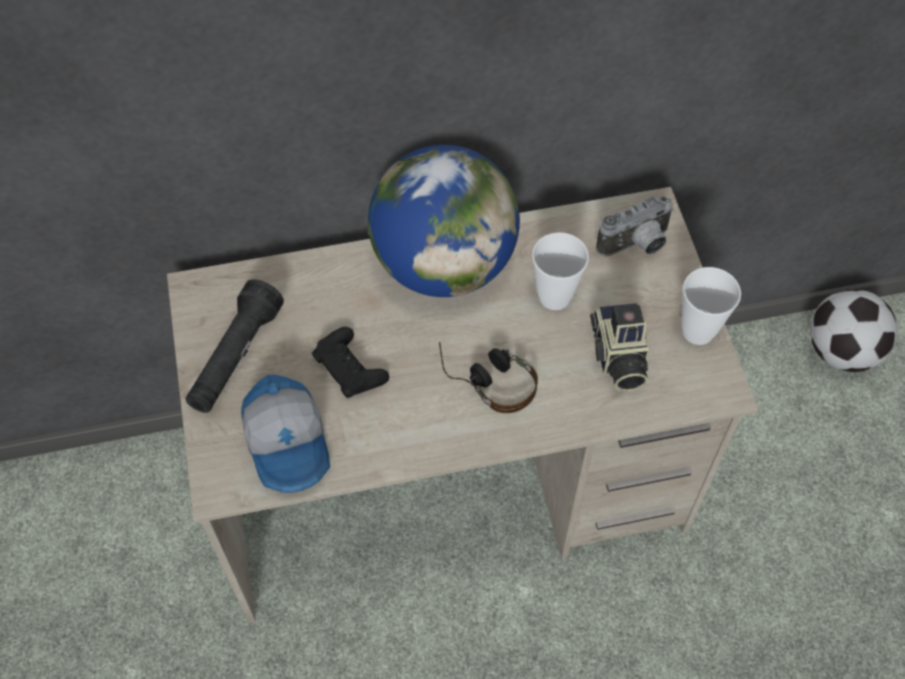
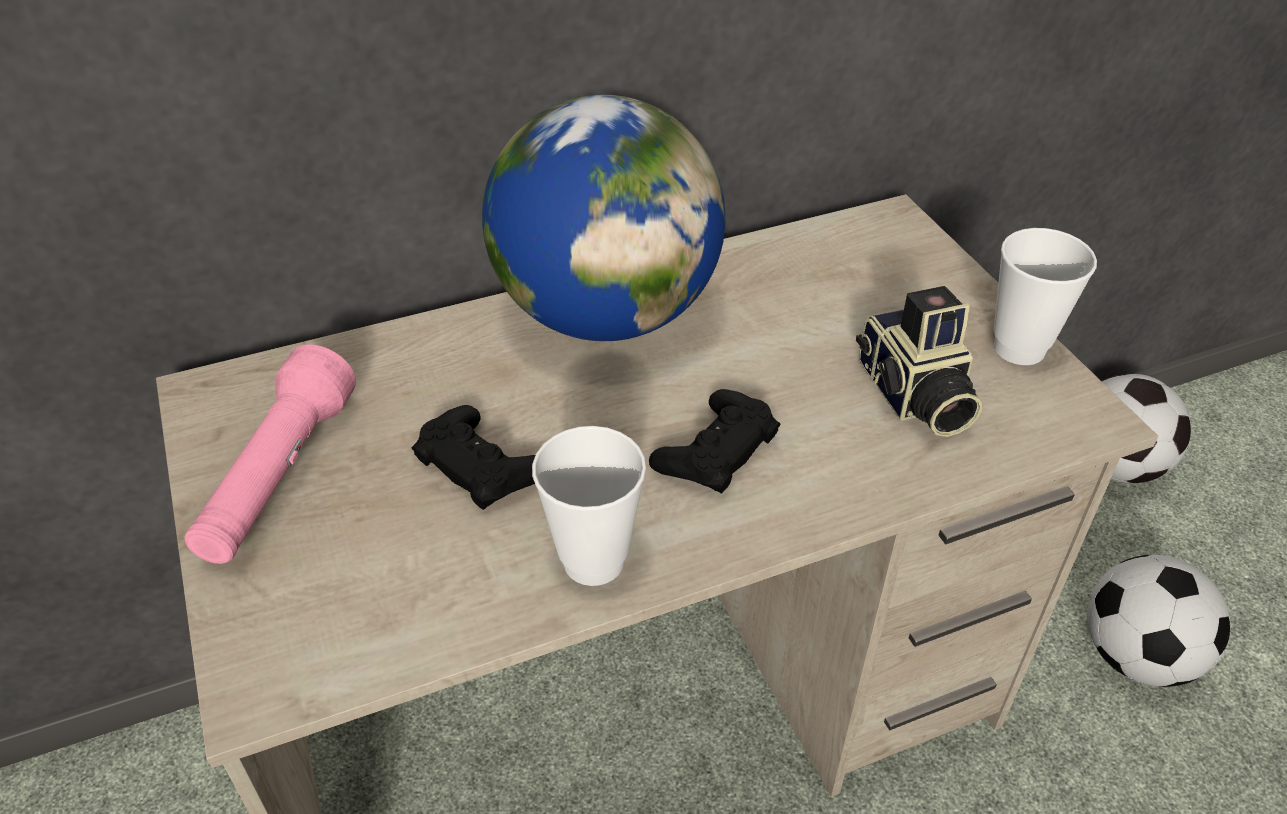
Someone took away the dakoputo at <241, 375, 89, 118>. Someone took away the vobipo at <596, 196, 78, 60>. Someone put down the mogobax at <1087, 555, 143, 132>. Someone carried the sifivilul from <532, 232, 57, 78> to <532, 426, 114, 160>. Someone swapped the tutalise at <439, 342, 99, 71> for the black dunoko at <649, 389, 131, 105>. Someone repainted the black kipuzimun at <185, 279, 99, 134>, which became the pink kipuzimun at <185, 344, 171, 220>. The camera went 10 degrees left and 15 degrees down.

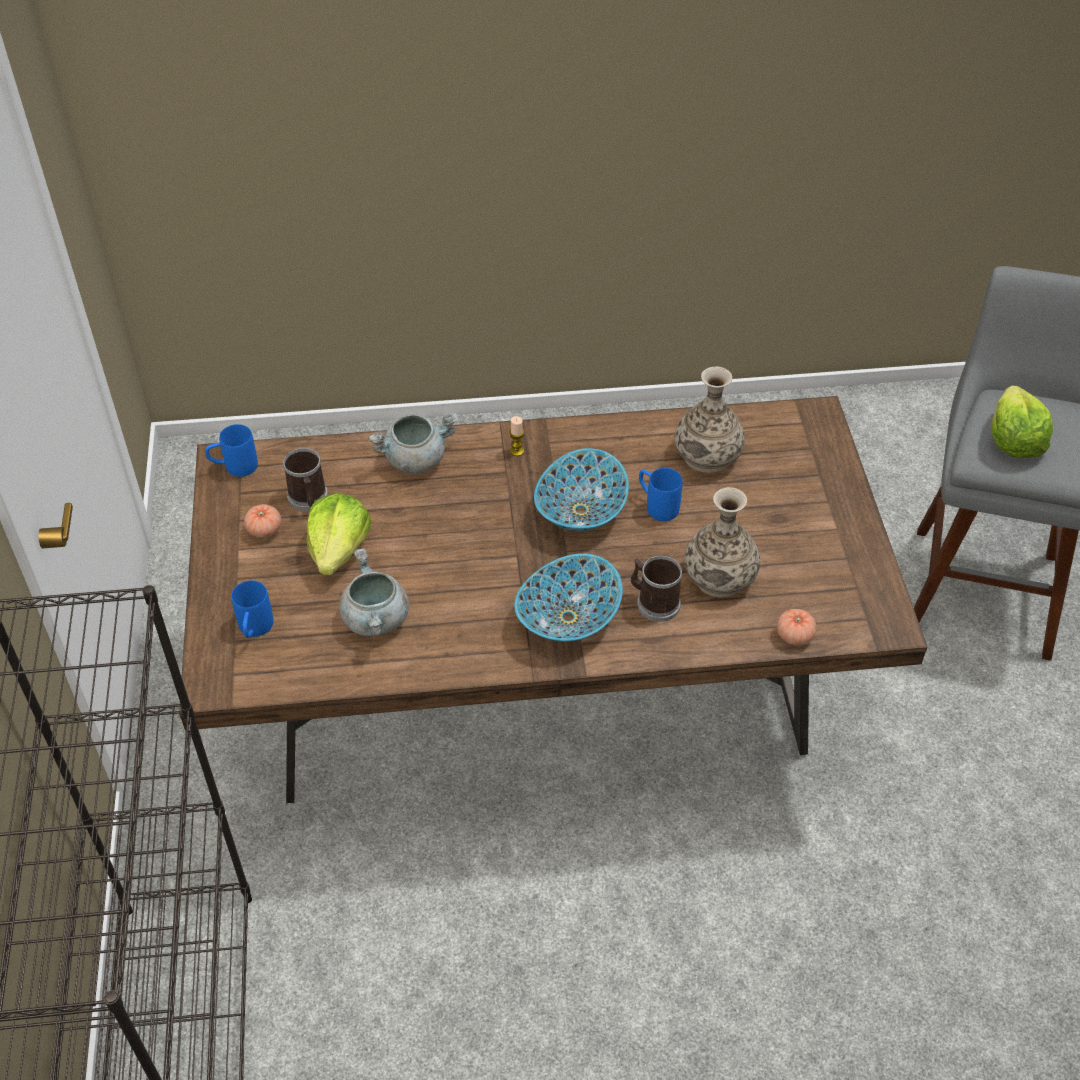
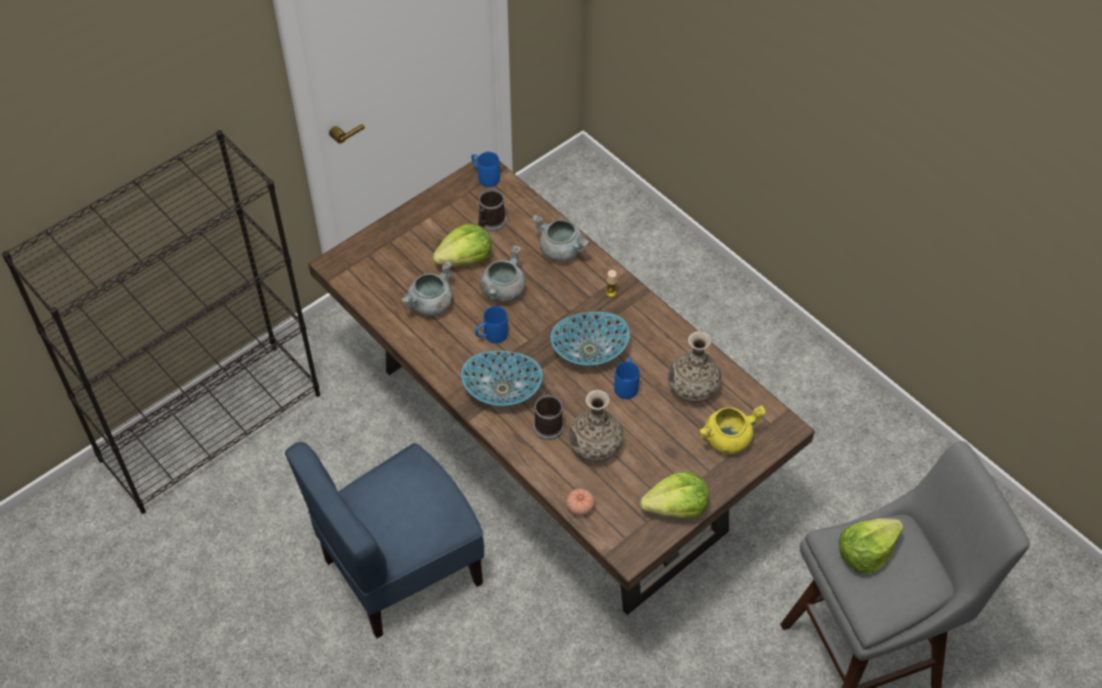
Someone took away the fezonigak at <244, 504, 38, 34>. Someone put down the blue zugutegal at <285, 442, 199, 196>. Someone put down the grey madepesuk at <480, 245, 45, 58>. Someone put down the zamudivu at <640, 471, 69, 47>. Someone put down the yellow madepesuk at <699, 405, 67, 49>. Someone carried the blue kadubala from <231, 580, 42, 58> to <475, 306, 33, 37>. The camera went 55 degrees right and 5 degrees up.

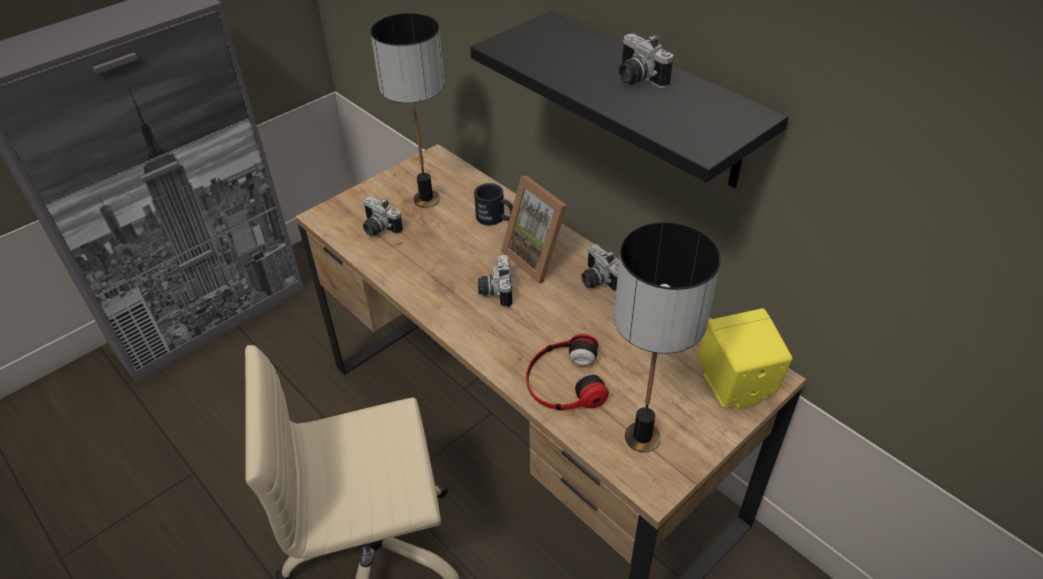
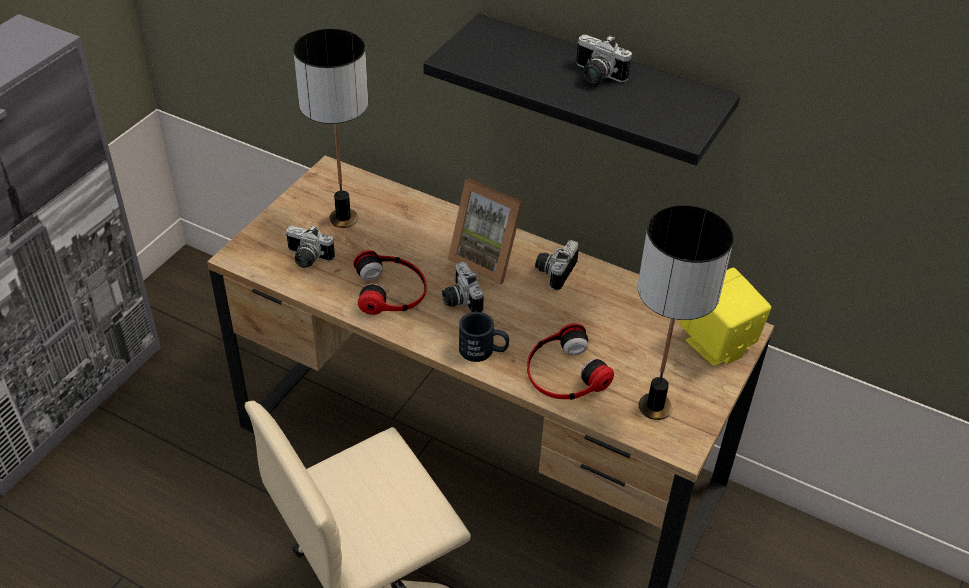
Someone put down the tutalise at <353, 250, 74, 65>. Someone carried the black kadubala from <474, 183, 39, 42> to <459, 312, 50, 50>. Someone rotated the vobipo at <581, 244, 38, 48> by 75 degrees clockwise. The camera went 20 degrees left and 0 degrees up.

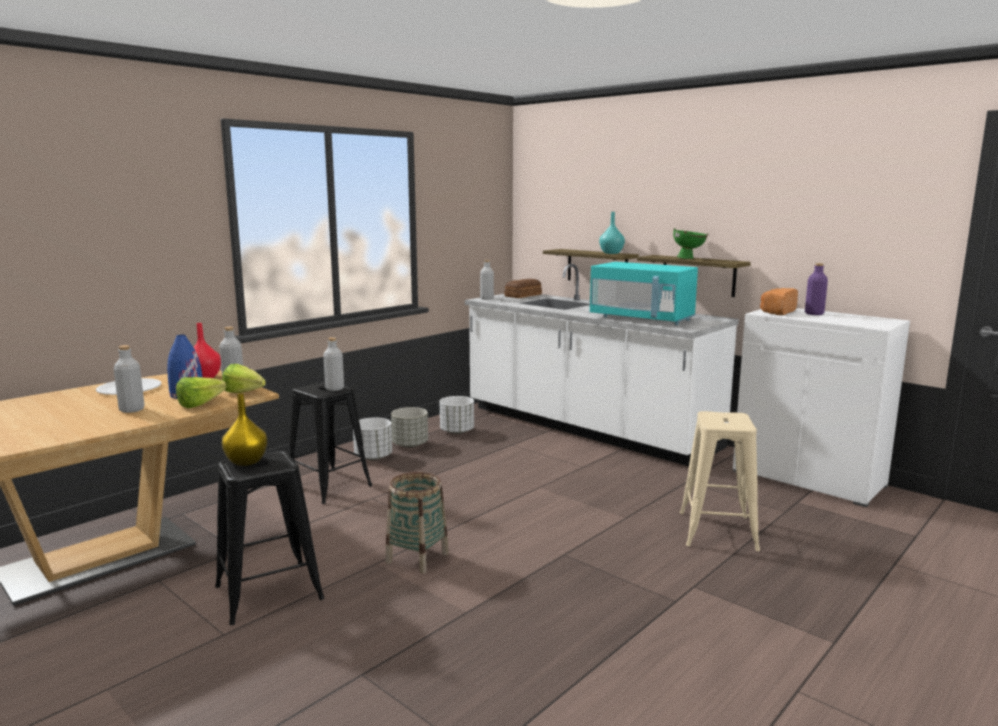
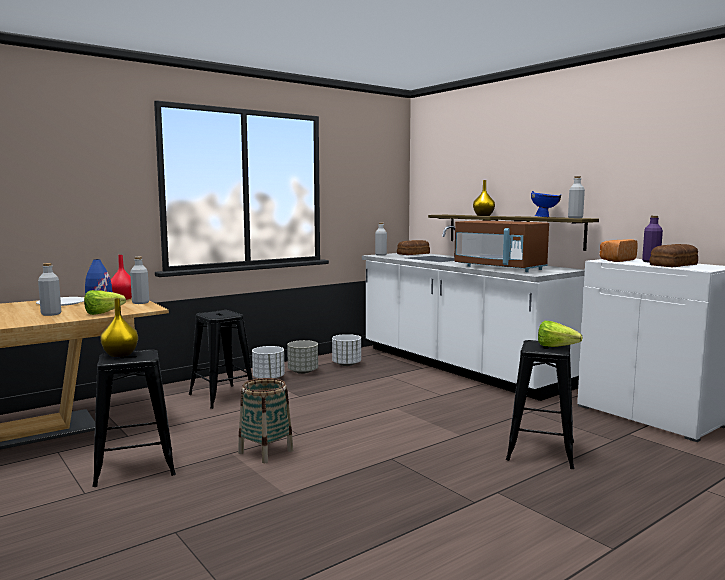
Someone put down the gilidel at <649, 244, 49, 23>. Someone carried the zamudivu from <222, 364, 44, 29> to <538, 321, 44, 26>. Someone carried the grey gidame from <323, 337, 21, 54> to <568, 176, 17, 42>. Someone repainted the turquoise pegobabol at <590, 262, 108, 63>, which became the brown pegobabol at <454, 220, 95, 52>. Someone repainted the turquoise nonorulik at <599, 212, 26, 42>, which became the yellow nonorulik at <473, 180, 22, 36>. Someone repainted the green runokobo at <673, 228, 35, 31>, which became the blue runokobo at <531, 191, 30, 26>. Someone repainted the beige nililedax at <680, 411, 80, 140>, which became the black nililedax at <506, 340, 68, 129>. The camera went 10 degrees right and 5 degrees down.

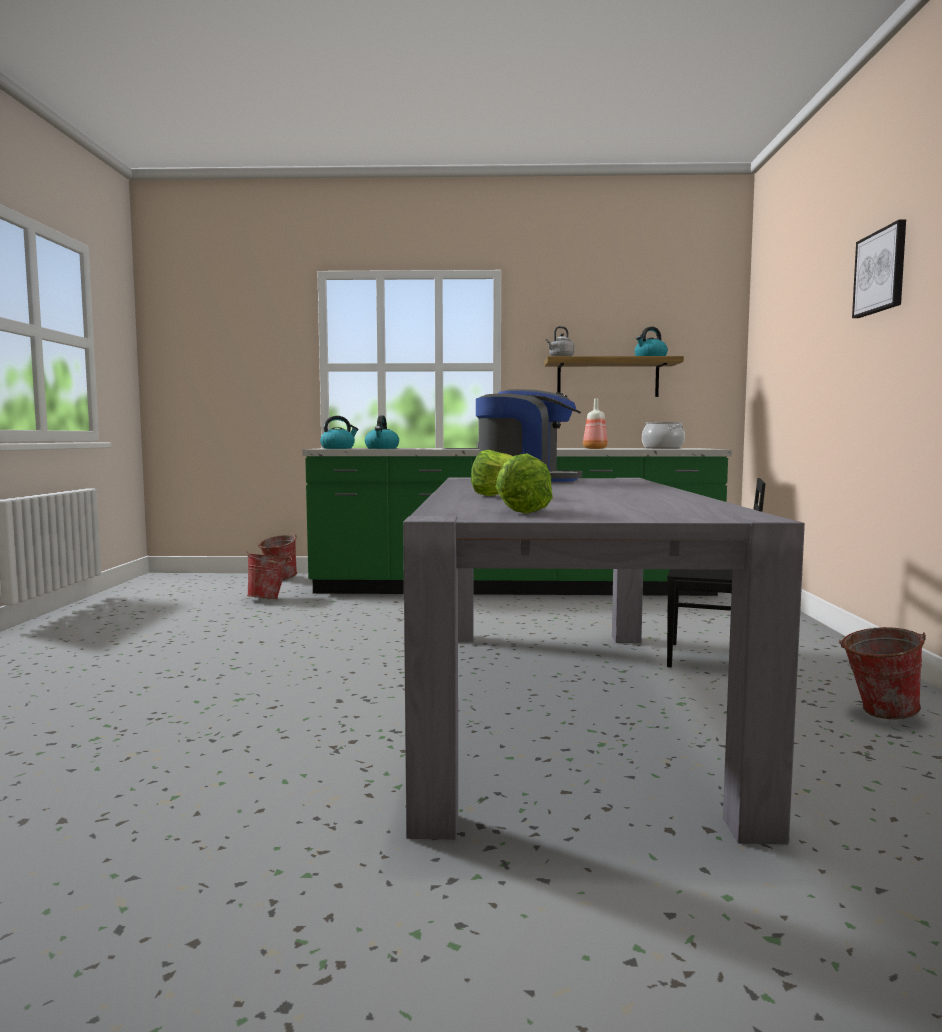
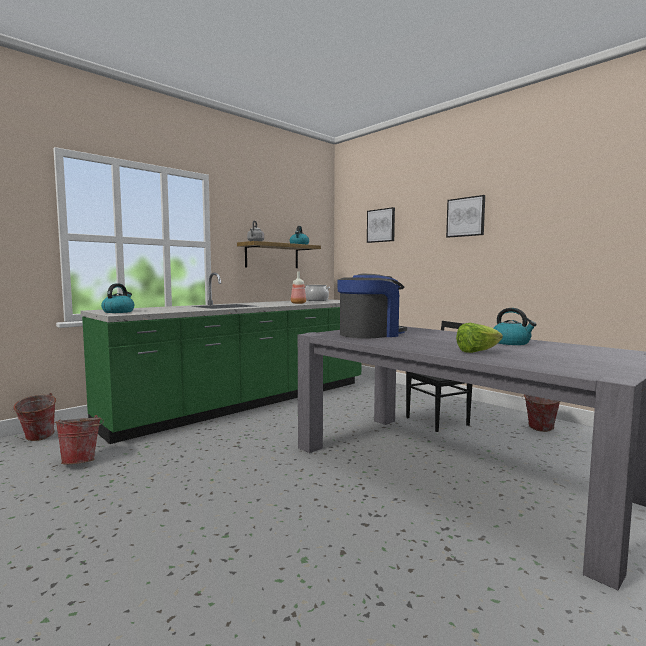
Someone took away the zamudivu at <496, 453, 57, 60>. Someone put up the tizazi at <367, 207, 28, 36>. Someone carried the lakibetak from <365, 415, 34, 34> to <494, 308, 43, 37>. The camera went 45 degrees left and 0 degrees up.

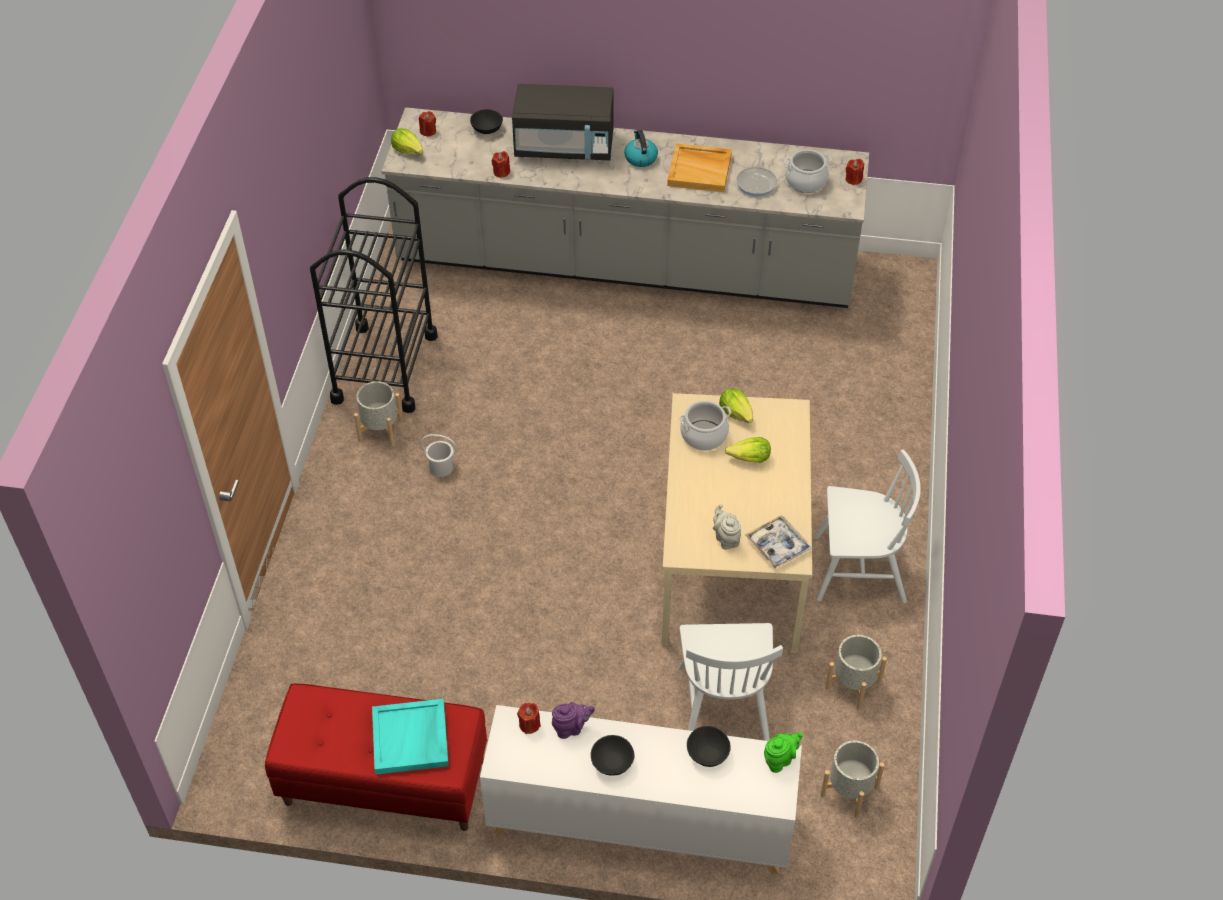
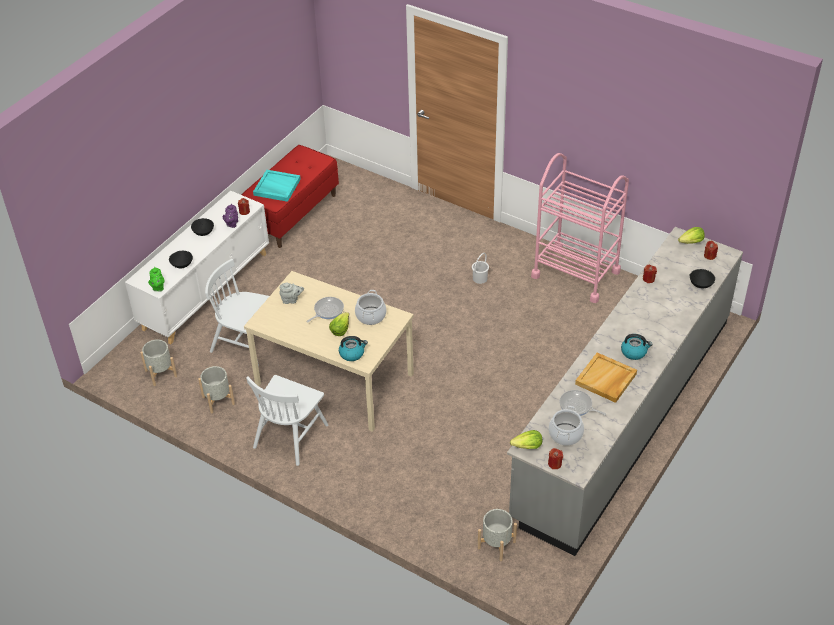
Someone took away the black pegobabol at <512, 84, 102, 76>. Someone took away the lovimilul at <745, 516, 68, 53>. Someone put down the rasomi at <306, 297, 38, 26>. Someone put down the lakibetak at <339, 336, 29, 25>. Someone carried the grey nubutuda from <354, 381, 49, 66> to <478, 509, 39, 52>. Someone carried the zamudivu from <719, 388, 34, 36> to <510, 430, 32, 19>. Someone repainted the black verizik at <310, 177, 128, 236>, which became the pink verizik at <531, 153, 98, 150>. The camera went 115 degrees right and 5 degrees down.

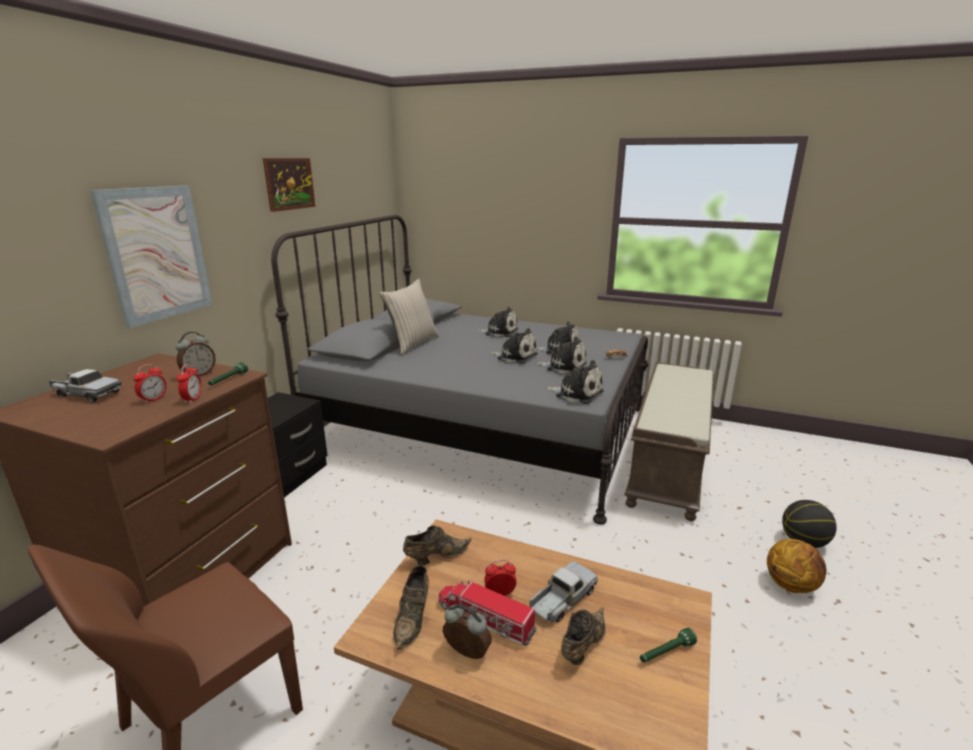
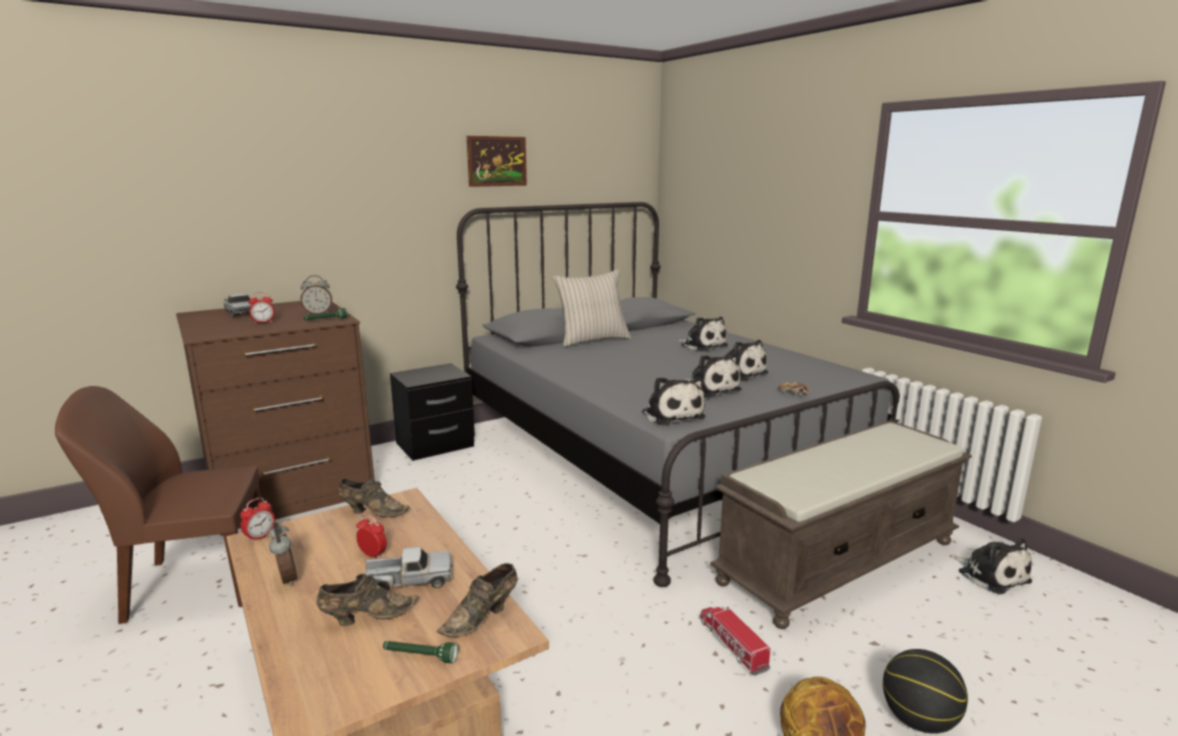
Someone took away the tizazi at <90, 185, 122, 143>. Someone carried the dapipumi from <177, 364, 25, 39> to <240, 498, 35, 45>. Someone carried the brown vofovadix from <393, 565, 36, 84> to <437, 563, 80, 74>. Someone carried the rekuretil from <438, 580, 99, 66> to <700, 607, 70, 68>. Someone carried the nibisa from <490, 328, 48, 36> to <949, 538, 83, 57>. The camera went 35 degrees right and 5 degrees down.

